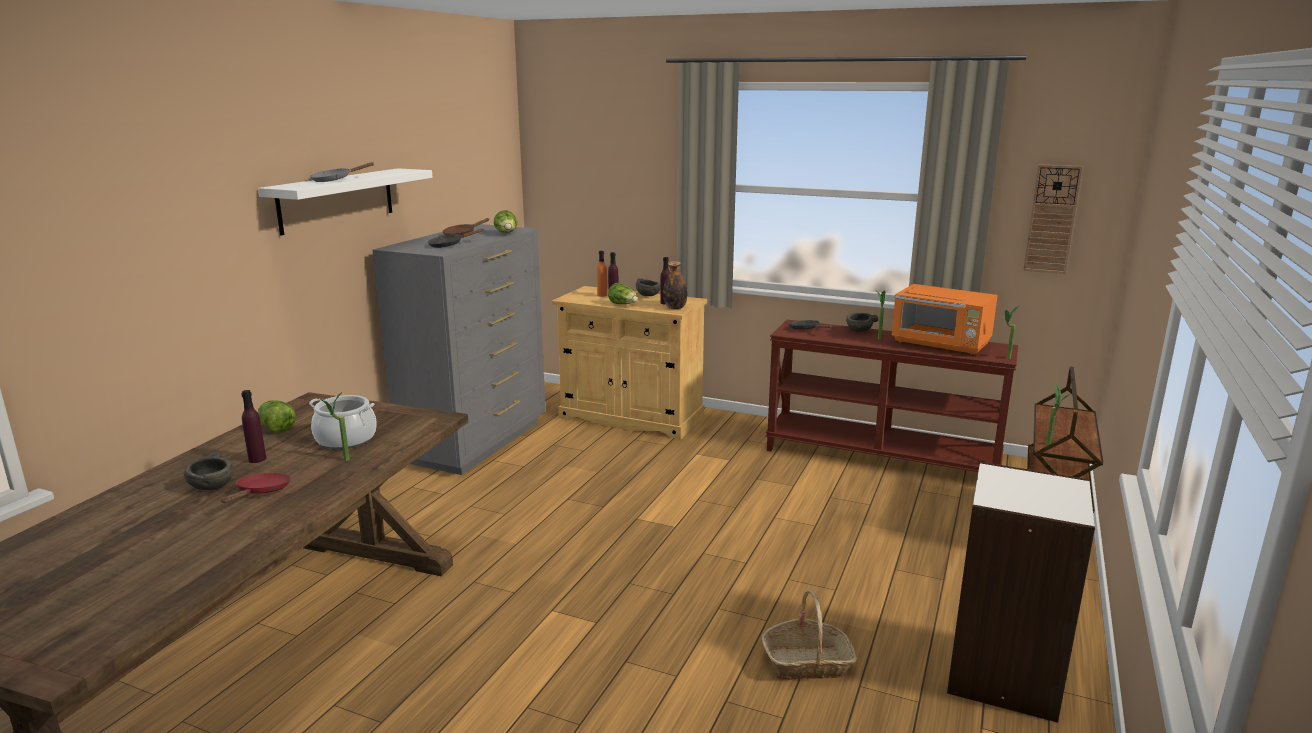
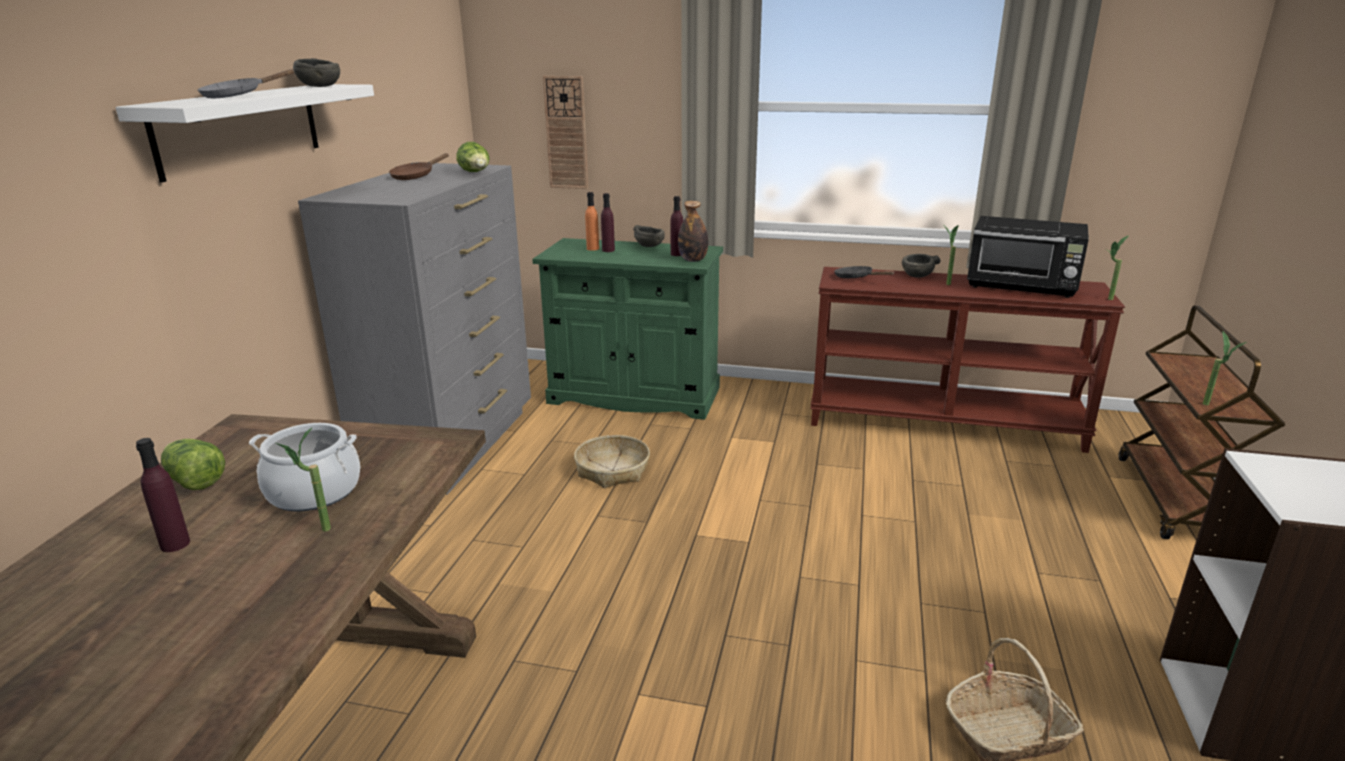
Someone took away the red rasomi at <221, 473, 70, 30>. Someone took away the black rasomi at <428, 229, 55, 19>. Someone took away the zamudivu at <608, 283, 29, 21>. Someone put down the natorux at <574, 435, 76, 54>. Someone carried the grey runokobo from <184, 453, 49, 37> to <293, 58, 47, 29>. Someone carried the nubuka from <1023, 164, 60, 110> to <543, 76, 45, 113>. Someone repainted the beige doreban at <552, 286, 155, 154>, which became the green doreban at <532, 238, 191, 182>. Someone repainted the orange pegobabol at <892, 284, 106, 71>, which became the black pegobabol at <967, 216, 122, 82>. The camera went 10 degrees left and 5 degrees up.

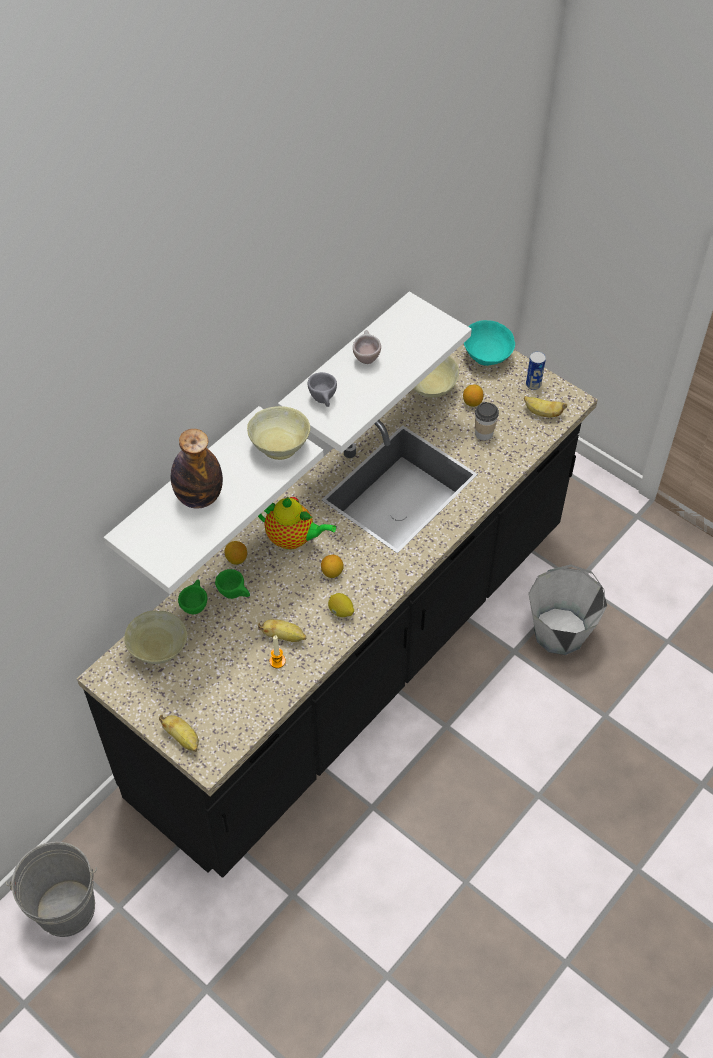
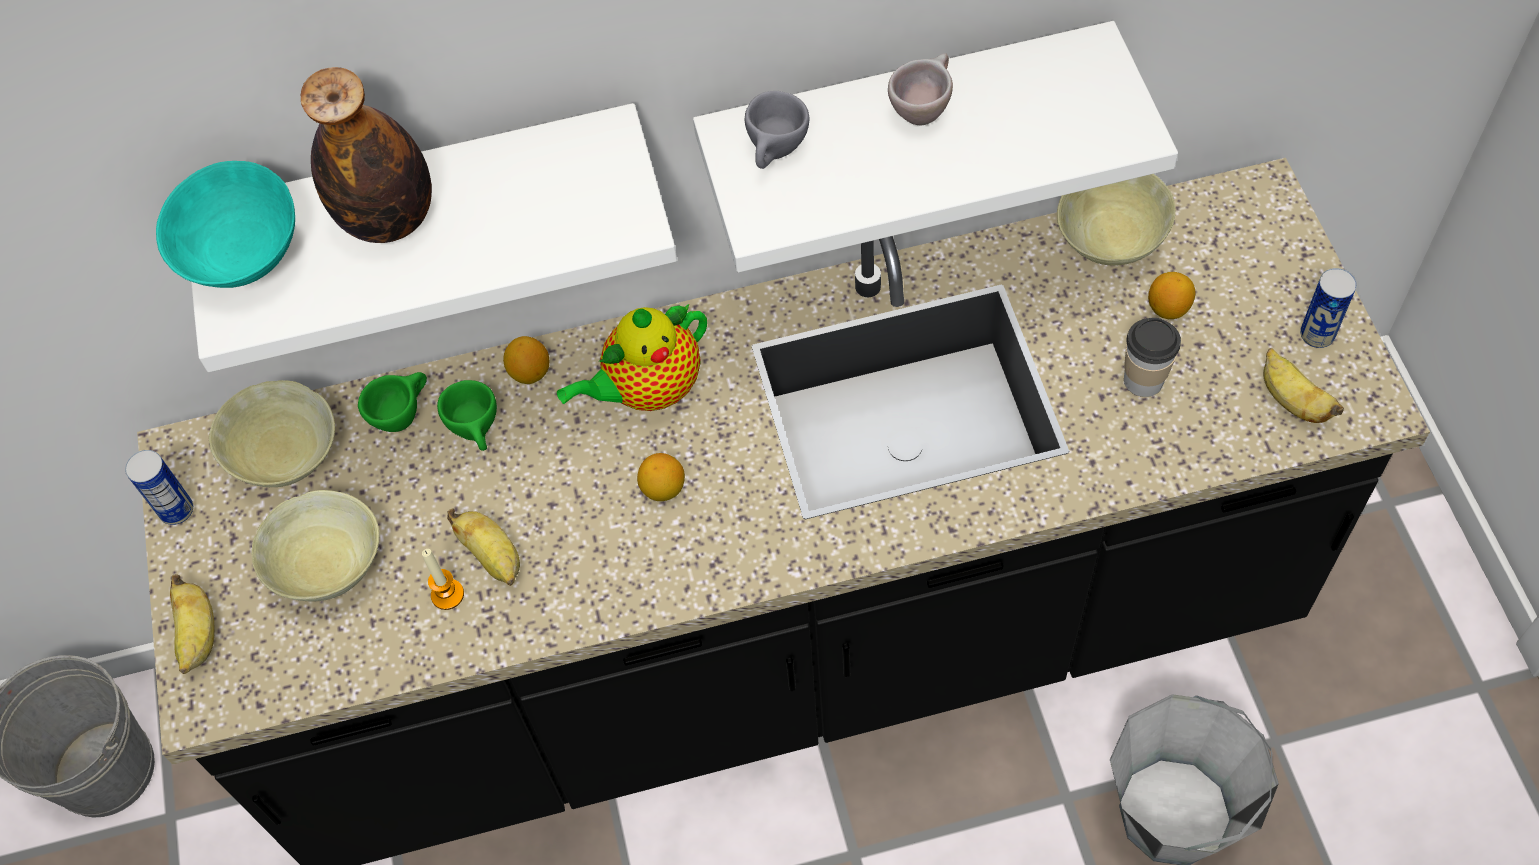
Someone took away the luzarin at <328, 593, 26, 24>. Someone put down the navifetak at <125, 450, 68, 75>. Someone carried the beige runokobo from <247, 406, 63, 54> to <251, 490, 129, 111>. Someone carried the turquoise runokobo from <464, 320, 51, 46> to <156, 161, 139, 127>. Someone rotated the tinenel at <258, 497, 78, 53> by 90 degrees clockwise. The camera went 40 degrees right and 5 degrees up.

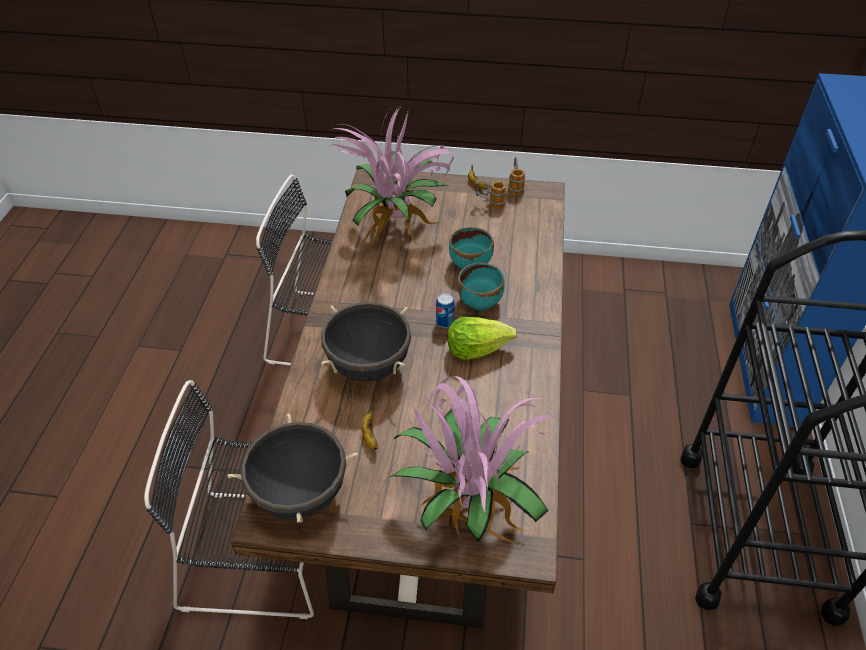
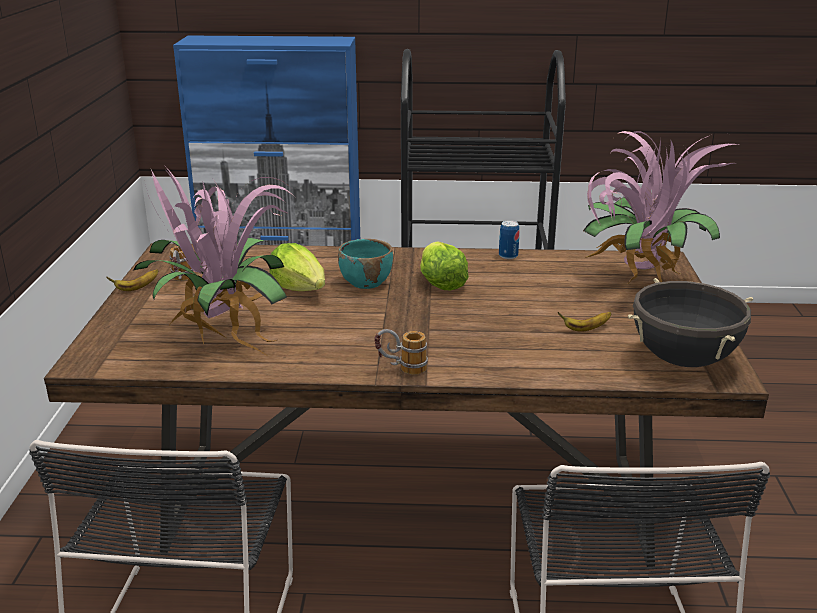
Someone took away the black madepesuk at <321, 302, 90, 80>. Someone carried the navifetak from <436, 293, 19, 35> to <499, 220, 21, 39>. Someone carried the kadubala from <508, 157, 17, 39> to <375, 329, 53, 46>. Someone swapped the turquoise runokobo at <449, 227, 45, 42> for the zamudivu at <269, 243, 56, 48>. The camera went 95 degrees left and 20 degrees down.

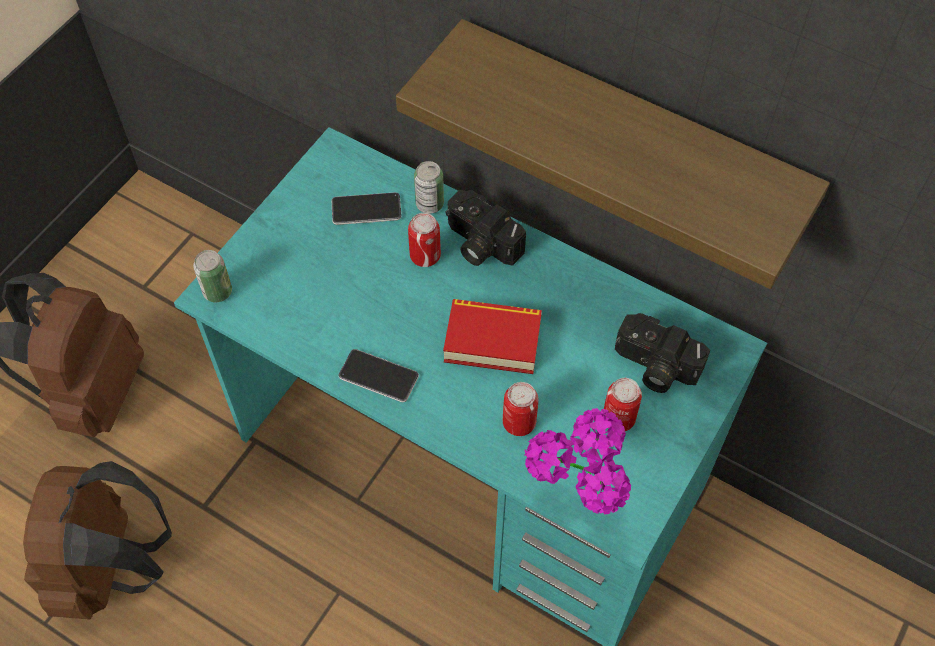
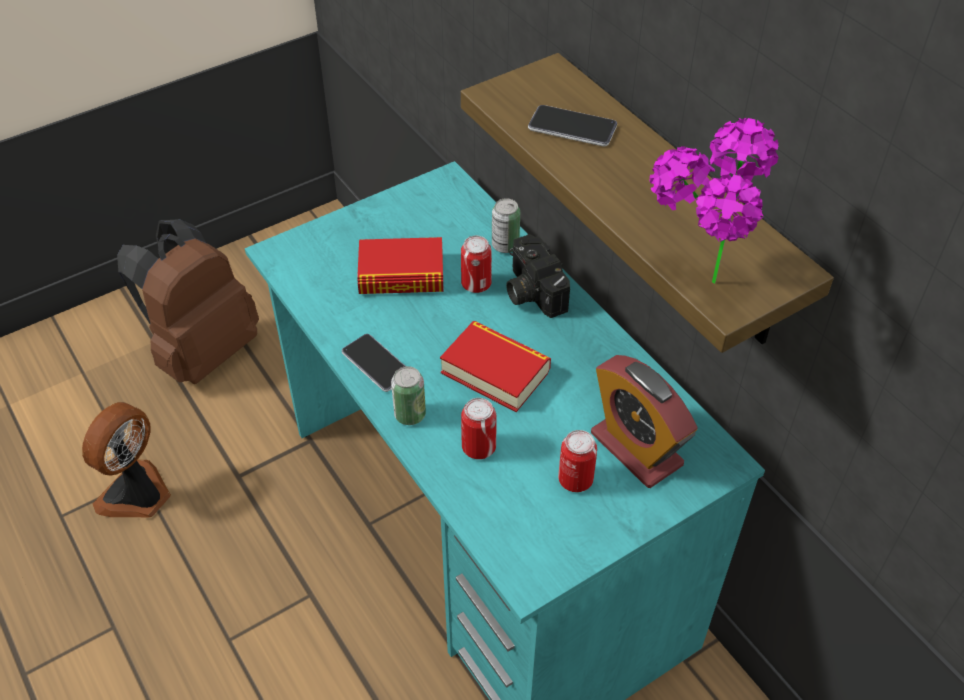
Someone put down the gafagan at <357, 237, 87, 57>. Someone carried the navifetak from <193, 250, 39, 52> to <391, 366, 35, 59>. Someone carried the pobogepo from <332, 192, 69, 33> to <528, 105, 89, 42>. Someone carried the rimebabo from <525, 408, 106, 107> to <649, 118, 130, 166>. Someone swapped the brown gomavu at <23, 461, 149, 159> for the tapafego at <82, 402, 89, 116>. Someone swapped the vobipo at <615, 313, 95, 80> for the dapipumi at <591, 355, 107, 133>. The camera went 25 degrees right and 10 degrees down.

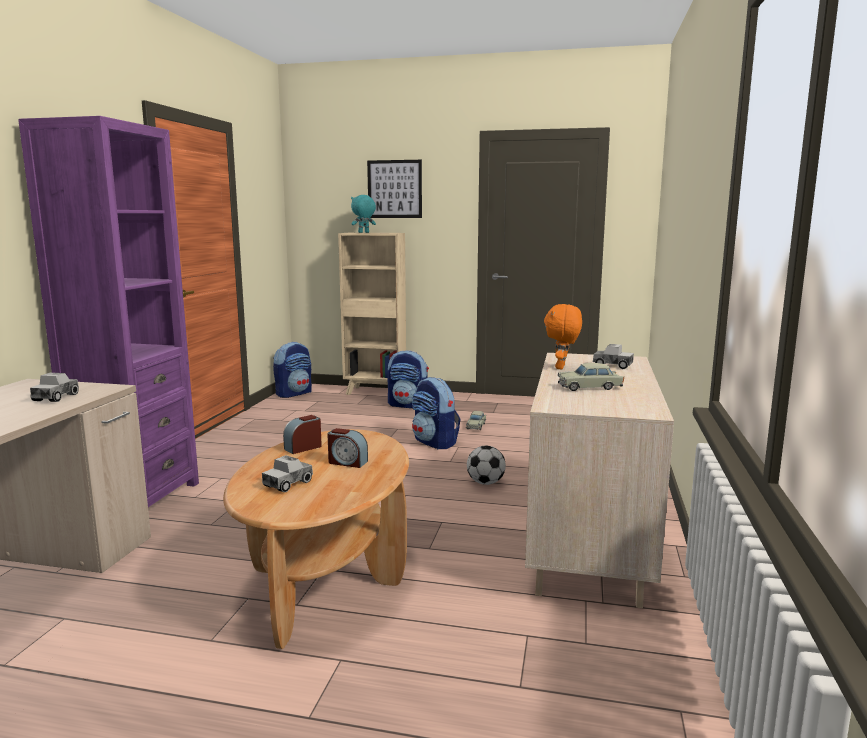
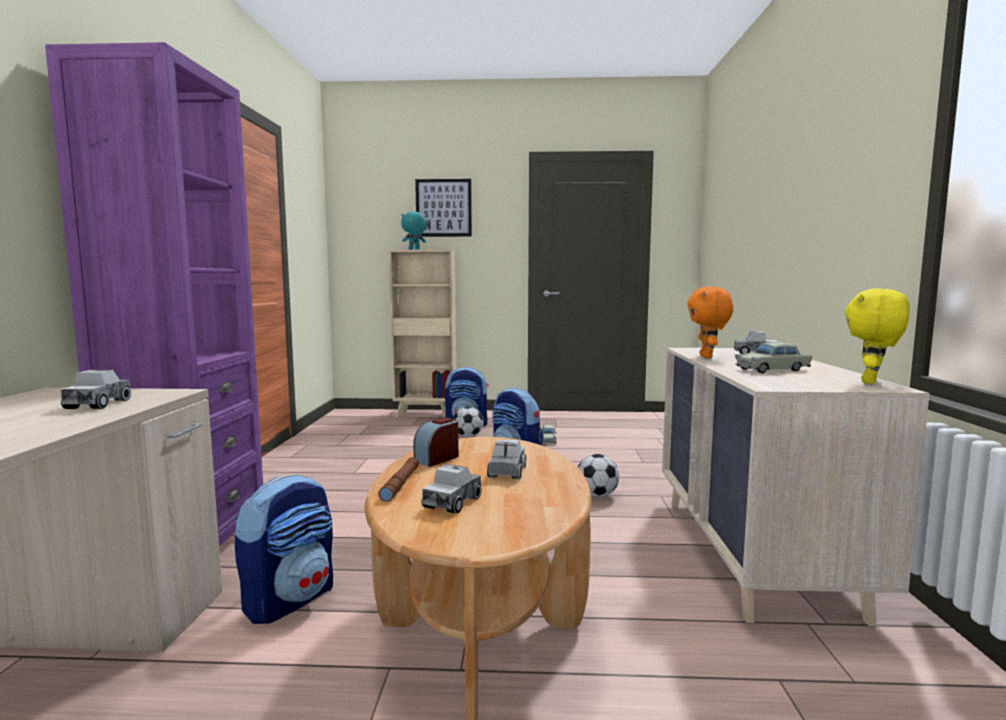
Someone put down the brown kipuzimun at <378, 457, 41, 45>. Someone put down the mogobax at <453, 406, 31, 31>. Someone put down the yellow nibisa at <845, 288, 65, 96>. Someone carried the gomavu from <273, 342, 39, 56> to <235, 473, 98, 151>. Someone swapped the dapipumi at <327, 428, 41, 40> for the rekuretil at <487, 439, 39, 40>. The camera went 10 degrees left and 5 degrees down.

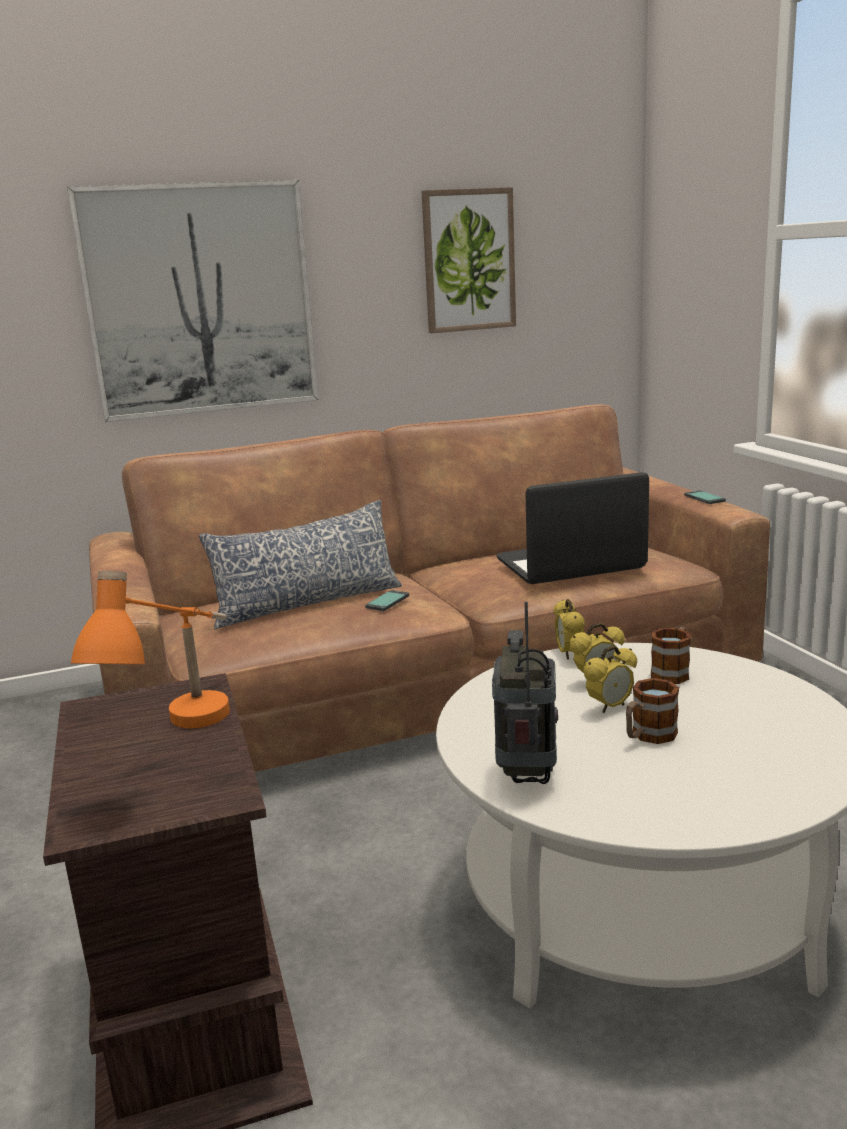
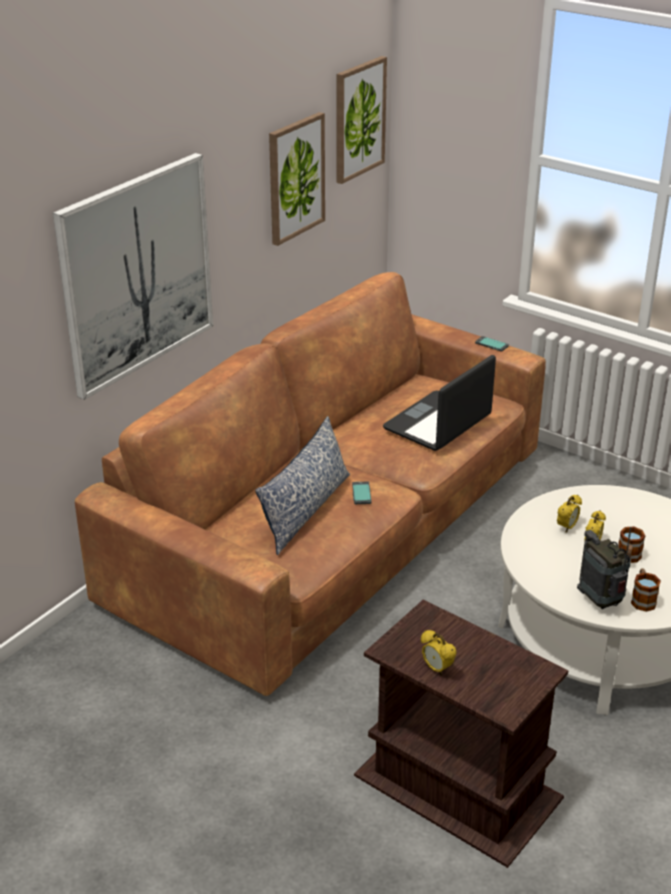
Someone took away the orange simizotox at <71, 571, 159, 157>. Someone put up the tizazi at <337, 56, 50, 128>. Someone carried the dapipumi from <553, 599, 32, 60> to <421, 630, 36, 46>. Someone carried the kadubala from <651, 627, 40, 57> to <631, 568, 30, 44>. The camera went 35 degrees left and 15 degrees up.

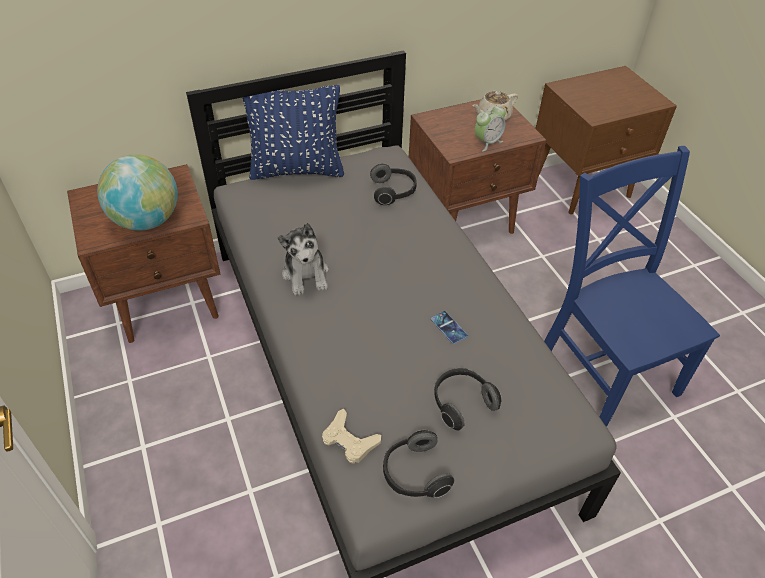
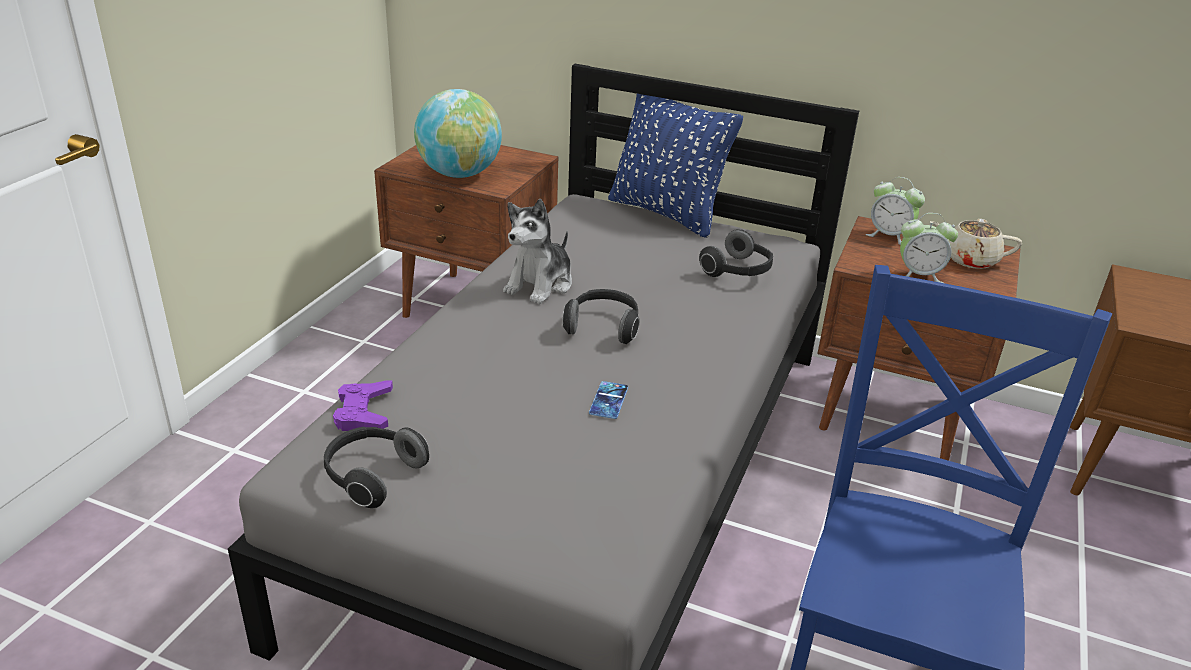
Someone put down the dapipumi at <866, 177, 59, 68>. Someone carried the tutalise from <434, 368, 68, 63> to <563, 289, 77, 55>. Someone repainted the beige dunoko at <322, 409, 59, 55>, which became the purple dunoko at <333, 381, 60, 50>. The camera went 45 degrees right and 15 degrees down.

